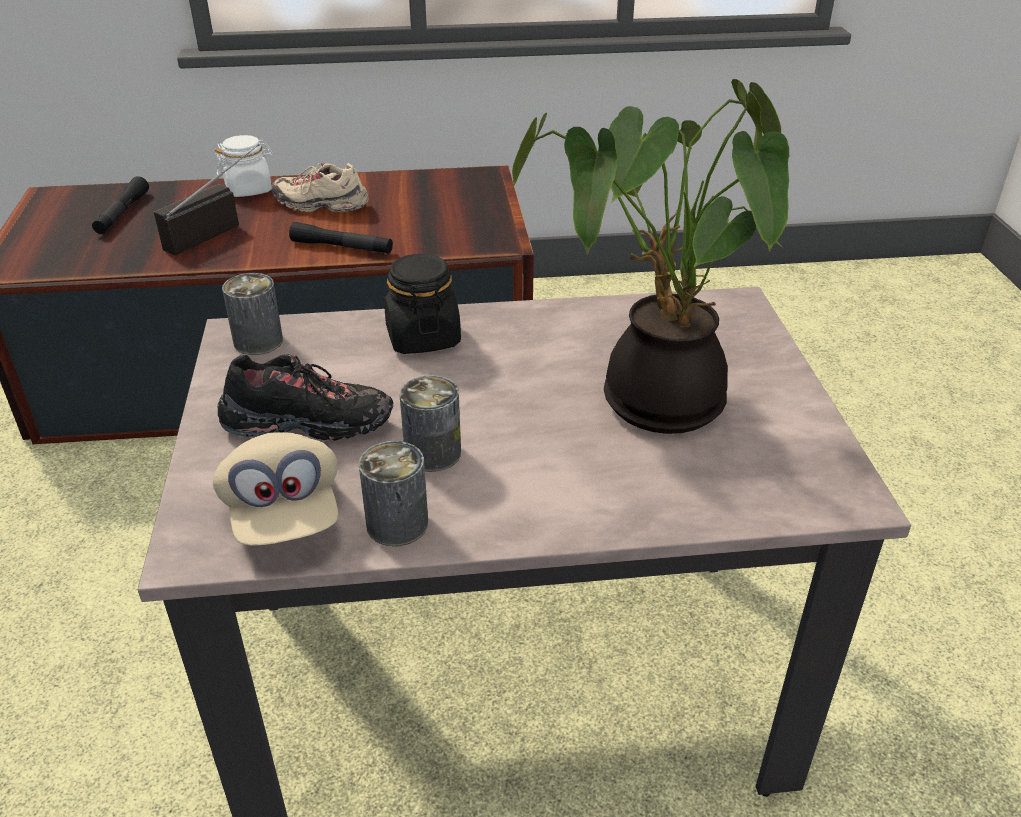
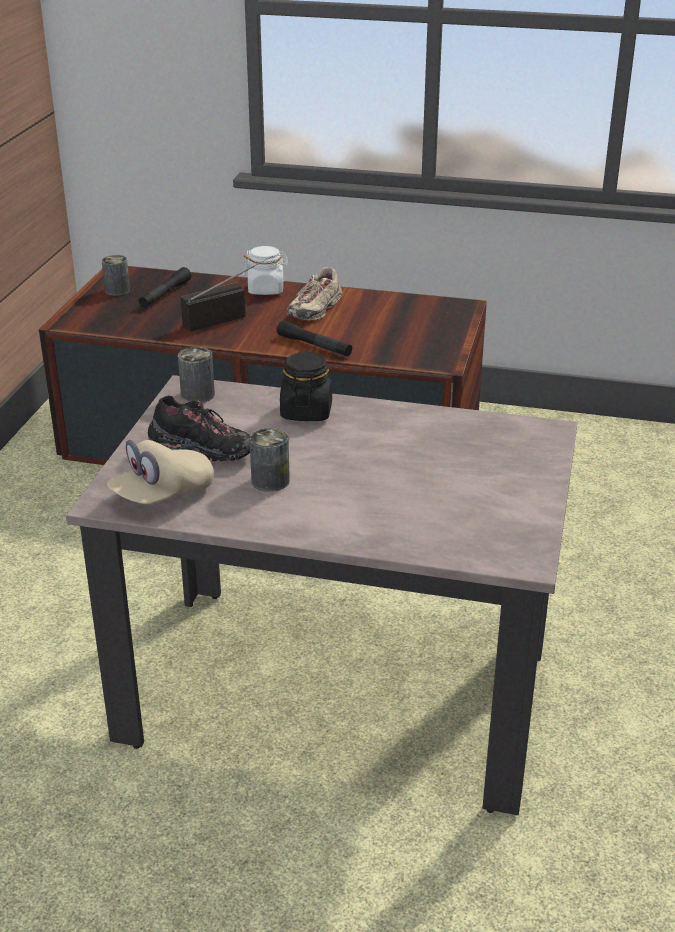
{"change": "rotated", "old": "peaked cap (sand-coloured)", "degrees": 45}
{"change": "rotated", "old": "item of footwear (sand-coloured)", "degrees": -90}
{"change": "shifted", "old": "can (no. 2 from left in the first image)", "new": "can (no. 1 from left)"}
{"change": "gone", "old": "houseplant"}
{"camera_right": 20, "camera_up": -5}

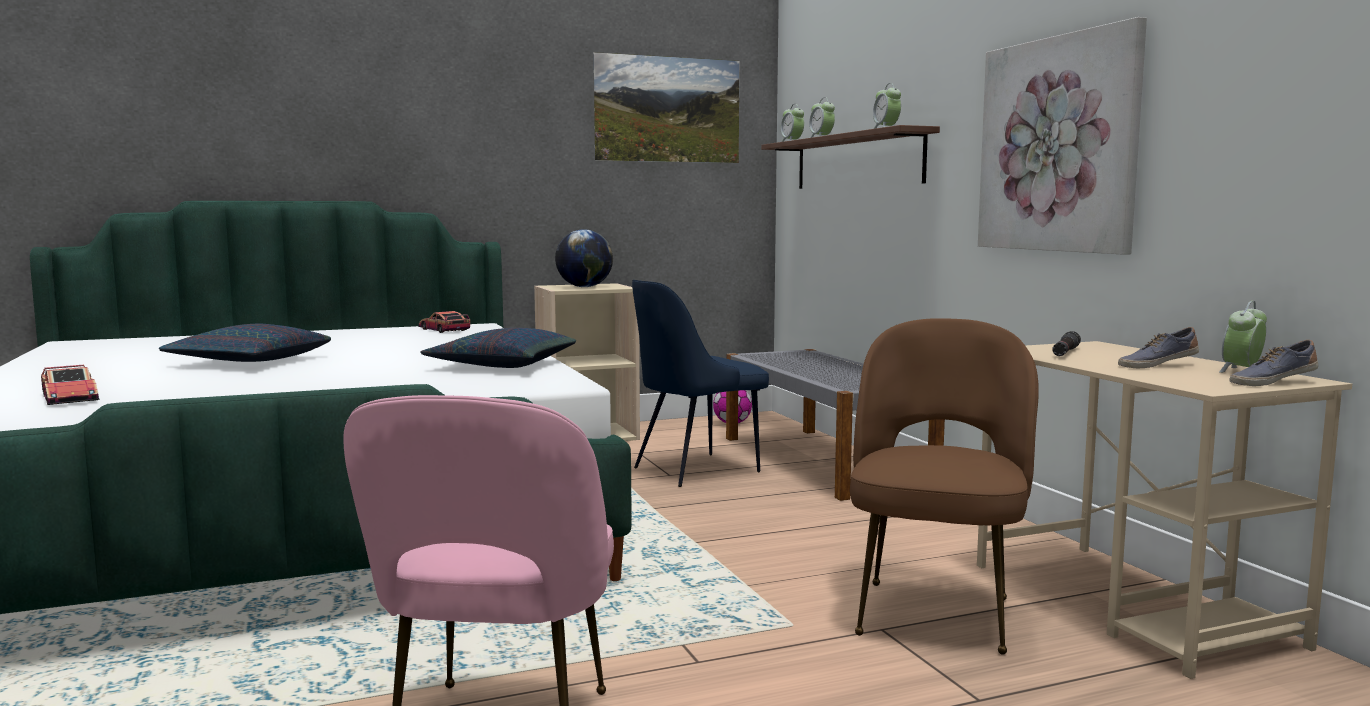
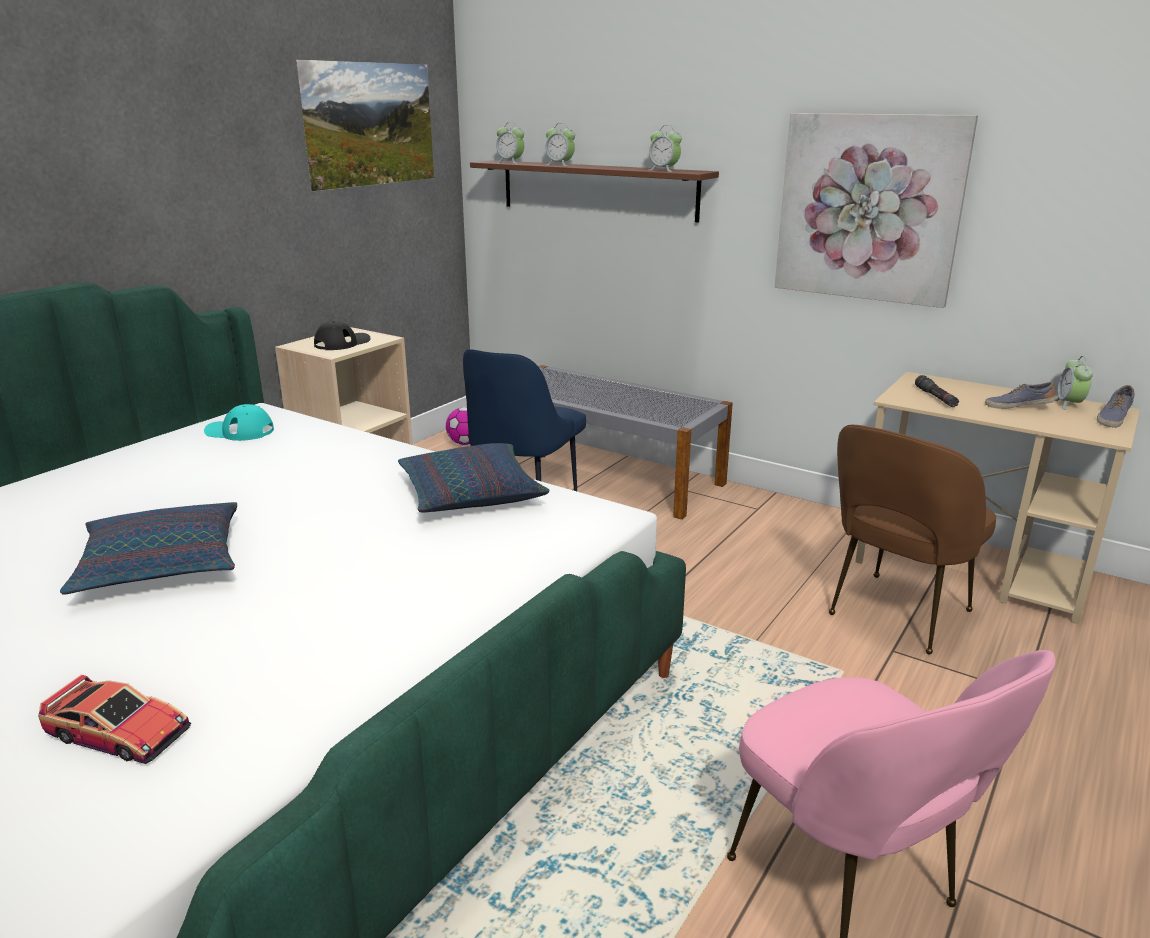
{"change": "swapped", "old": "miniature car (no. 2 from left)", "new": "peaked cap (blue-green)"}
{"change": "swapped", "old": "world globe", "new": "peaked cap (black-coloured)"}
{"change": "rotated", "old": "plain chair (brown)", "degrees": -120}
{"change": "rotated", "old": "item of footwear (no. 1 from left)", "degrees": 60}
{"camera_right": -35, "camera_up": 15}

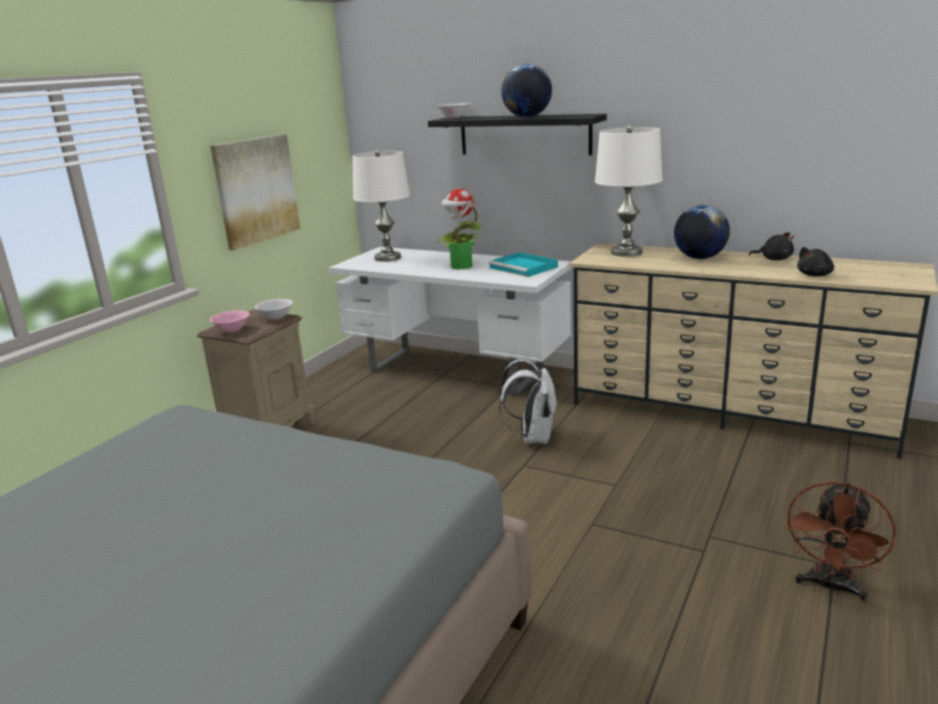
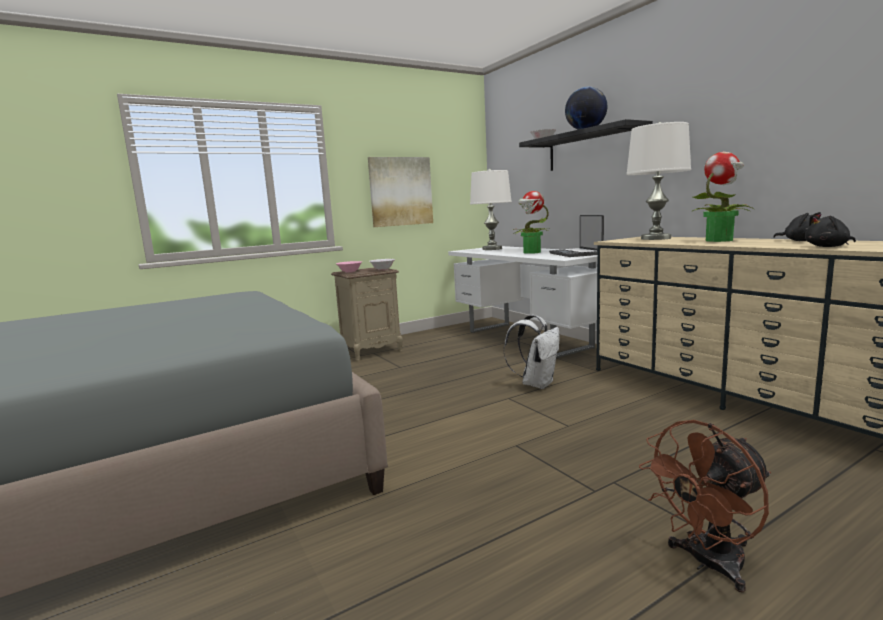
{"change": "swapped", "old": "tray (blue-green)", "new": "laptop"}
{"change": "swapped", "old": "world globe (no. 2 from left)", "new": "houseplant (no. 2 from left)"}
{"camera_right": 30, "camera_up": -10}

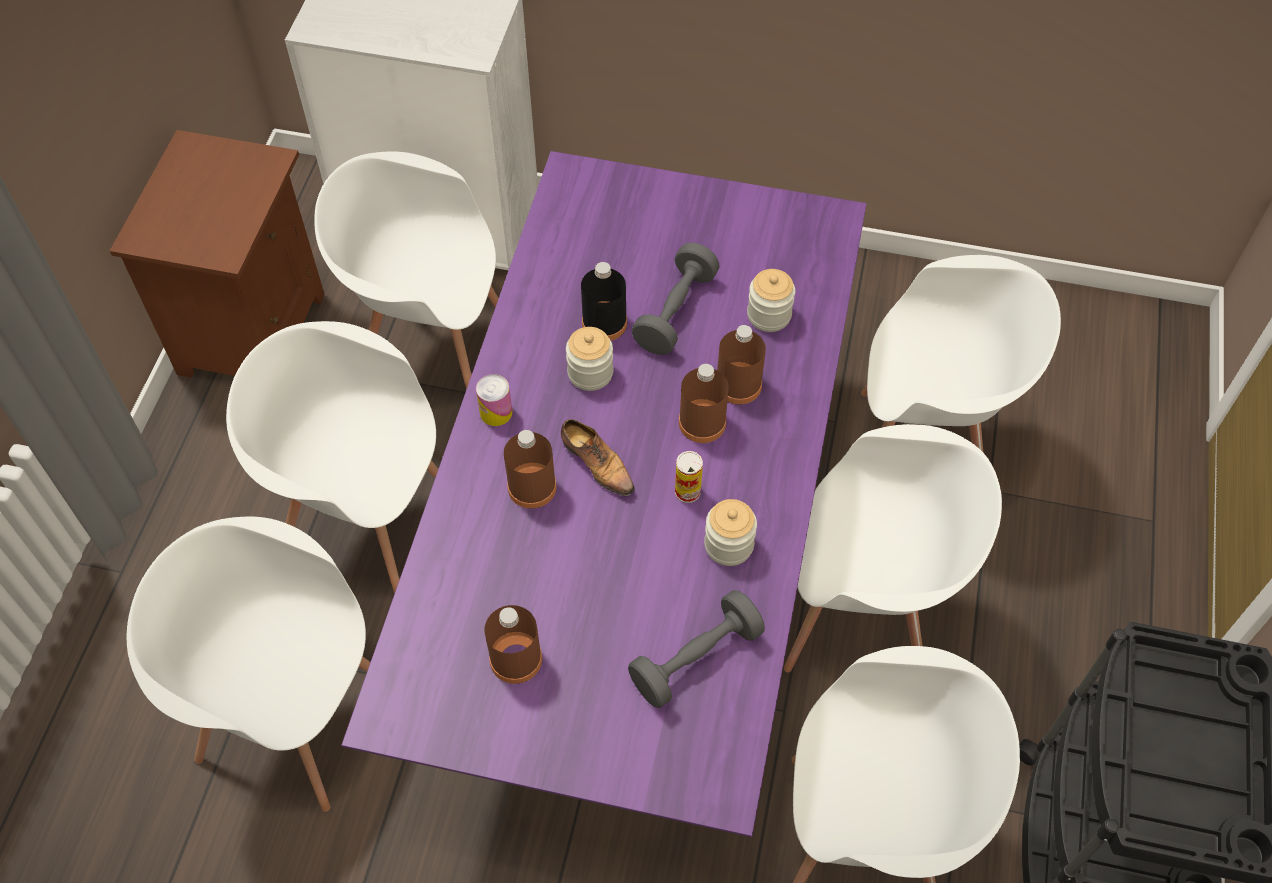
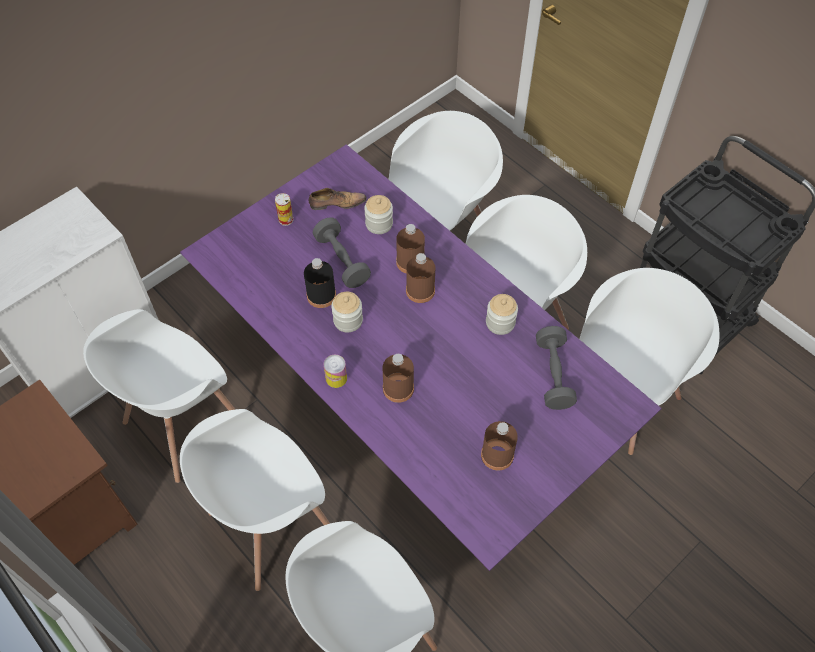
{"change": "shifted", "old": "item of footwear"}
{"change": "shifted", "old": "can (no. 2 from left in the first image)", "new": "can (no. 1 from left)"}
{"camera_right": -55, "camera_up": 0}

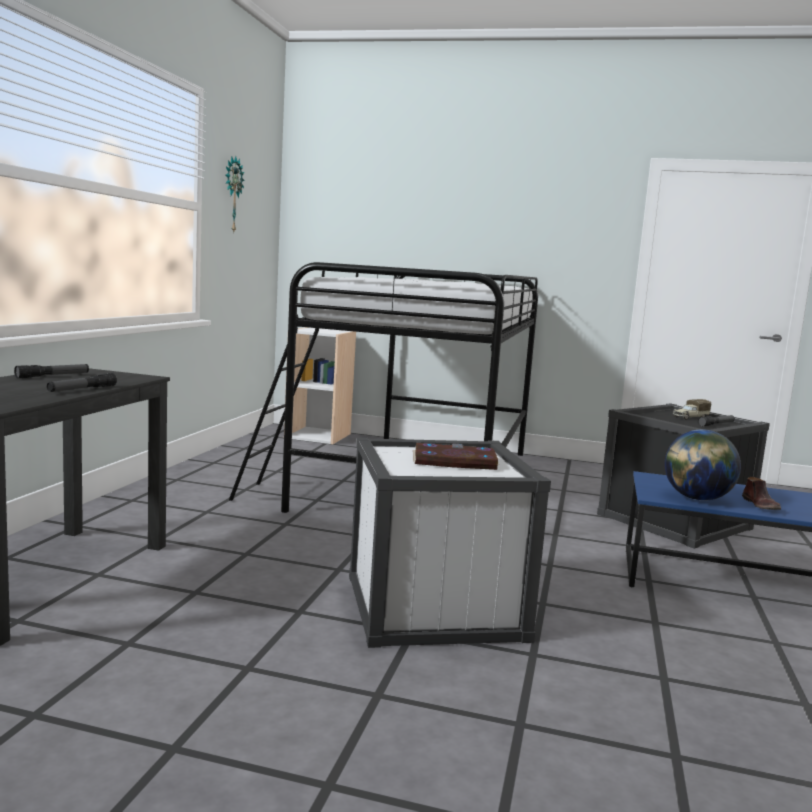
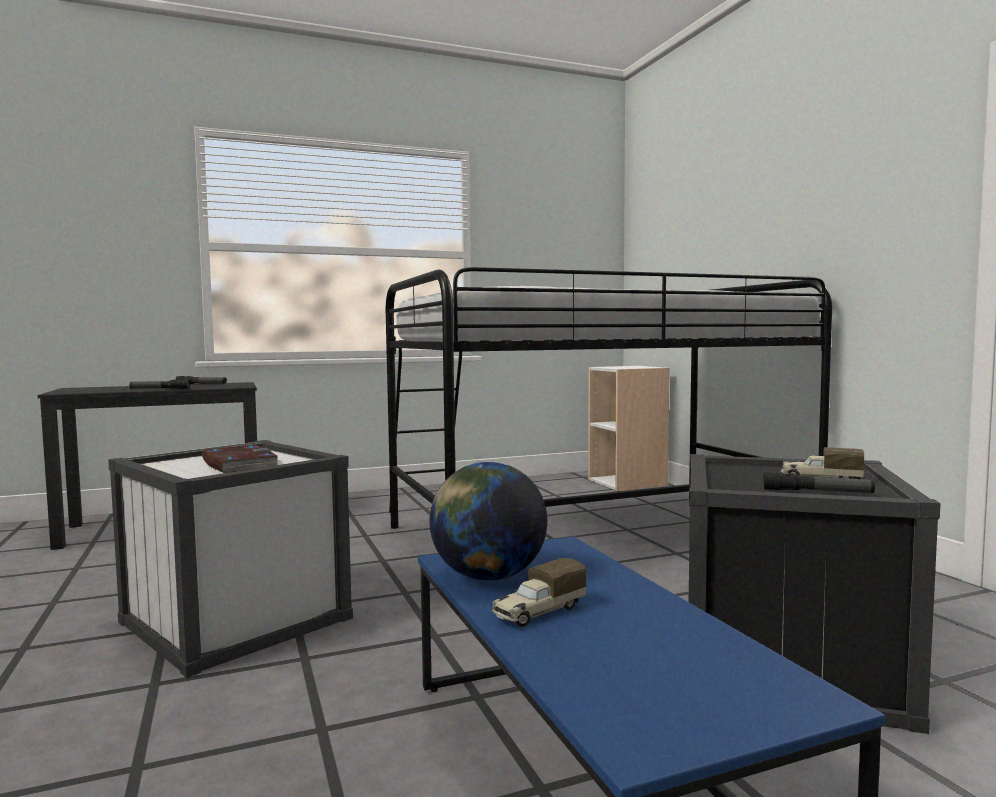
{"change": "gone", "old": "hanging clock"}
{"change": "swapped", "old": "item of footwear (brown)", "new": "model truck (no. 1 from left)"}
{"camera_right": 55, "camera_up": -5}

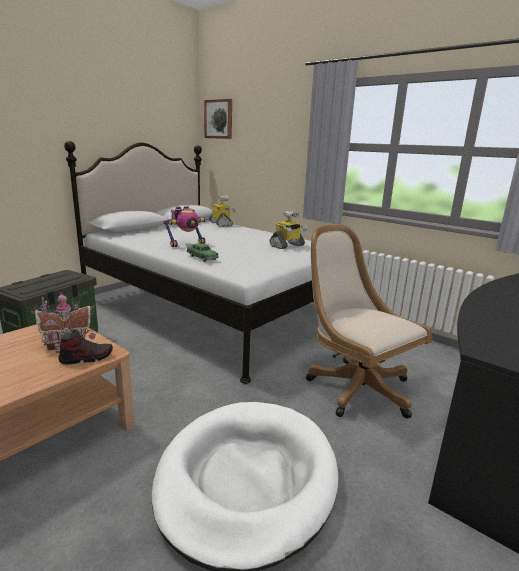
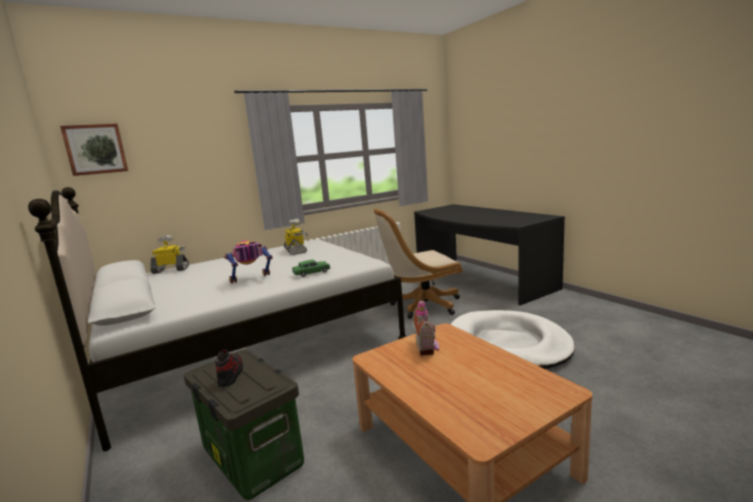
{"change": "shifted", "old": "item of footwear"}
{"change": "rotated", "old": "robot figure (no. 1 from left in the first image)", "degrees": -105}
{"camera_right": -70, "camera_up": -5}

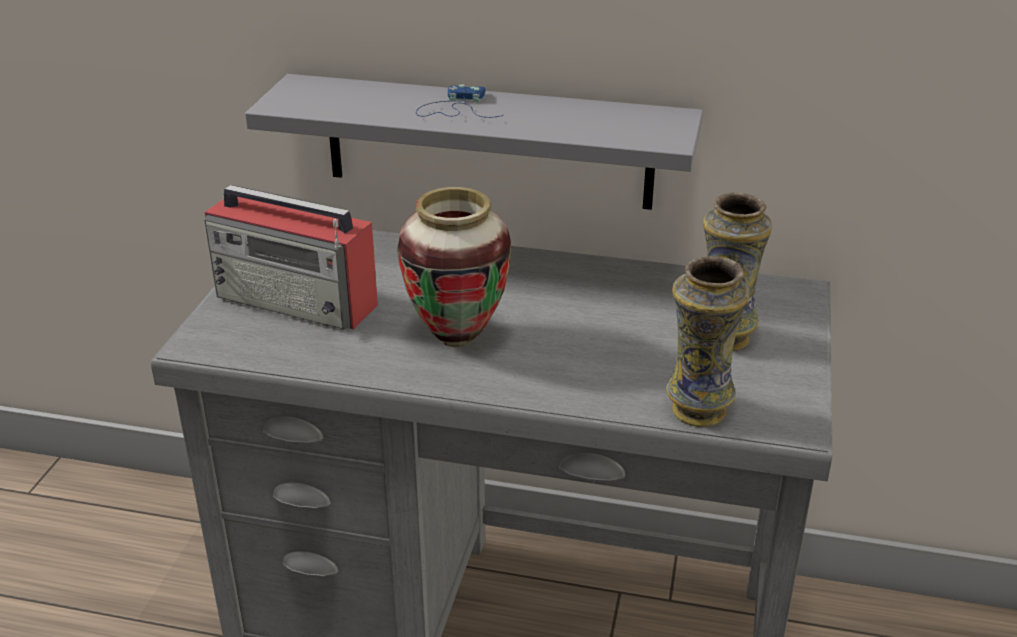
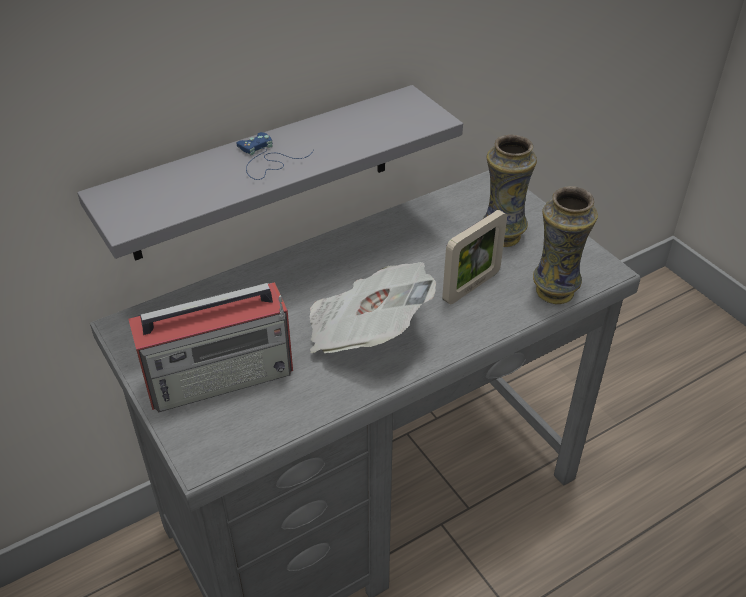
{"change": "swapped", "old": "vase (no. 1 from left)", "new": "newspaper"}
{"change": "new", "new": "photo frame"}
{"camera_right": -45, "camera_up": 10}

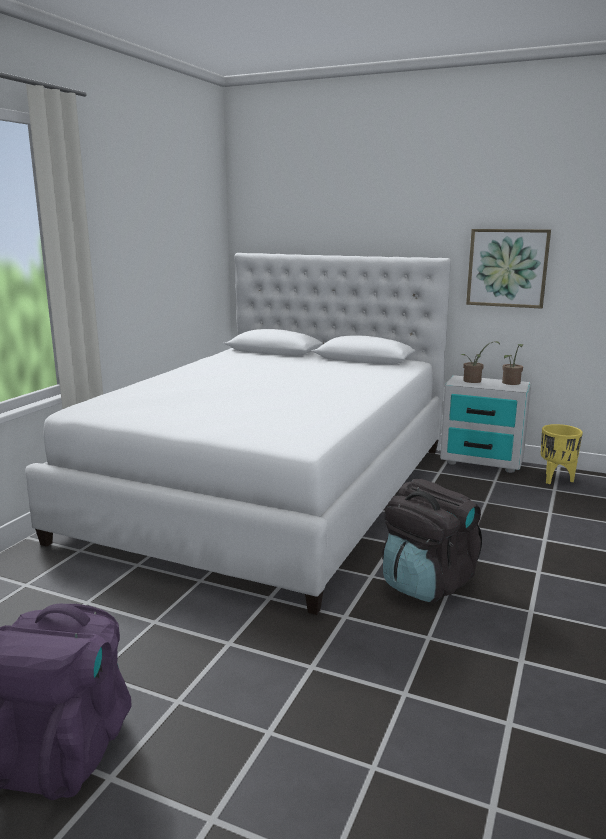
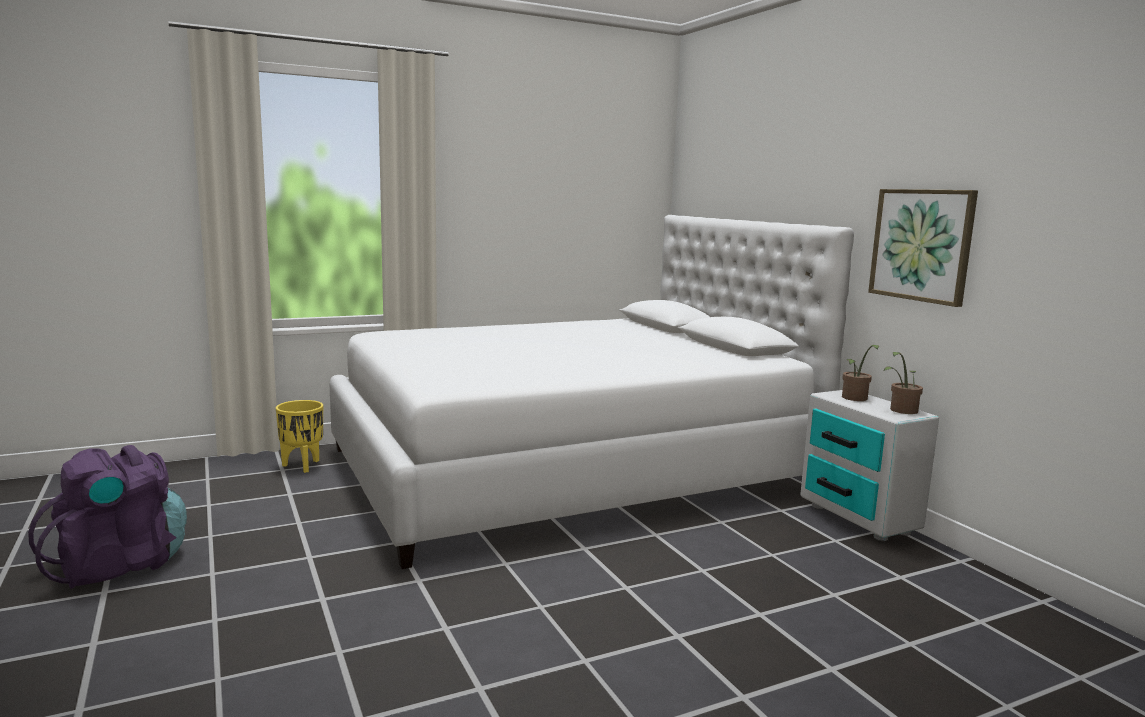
{"change": "gone", "old": "rucksack (black-coloured)"}
{"change": "shifted", "old": "planter (yellow-coloured)"}
{"camera_right": 40, "camera_up": -5}

